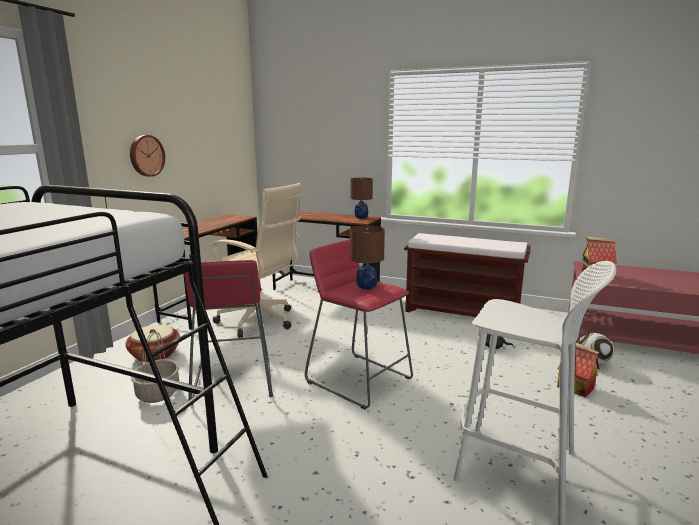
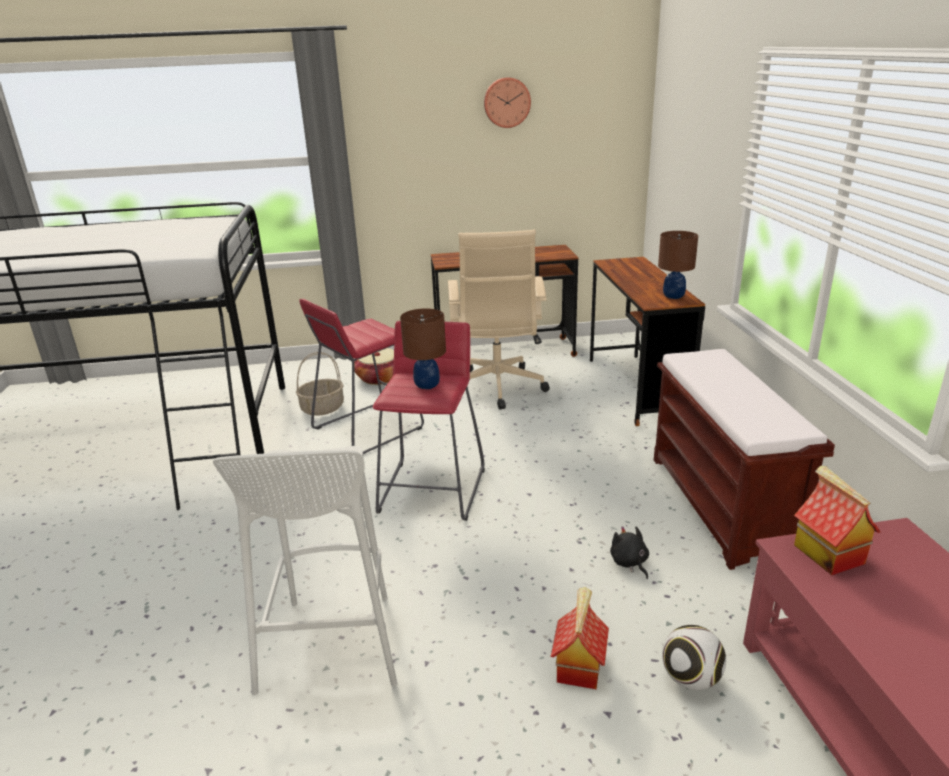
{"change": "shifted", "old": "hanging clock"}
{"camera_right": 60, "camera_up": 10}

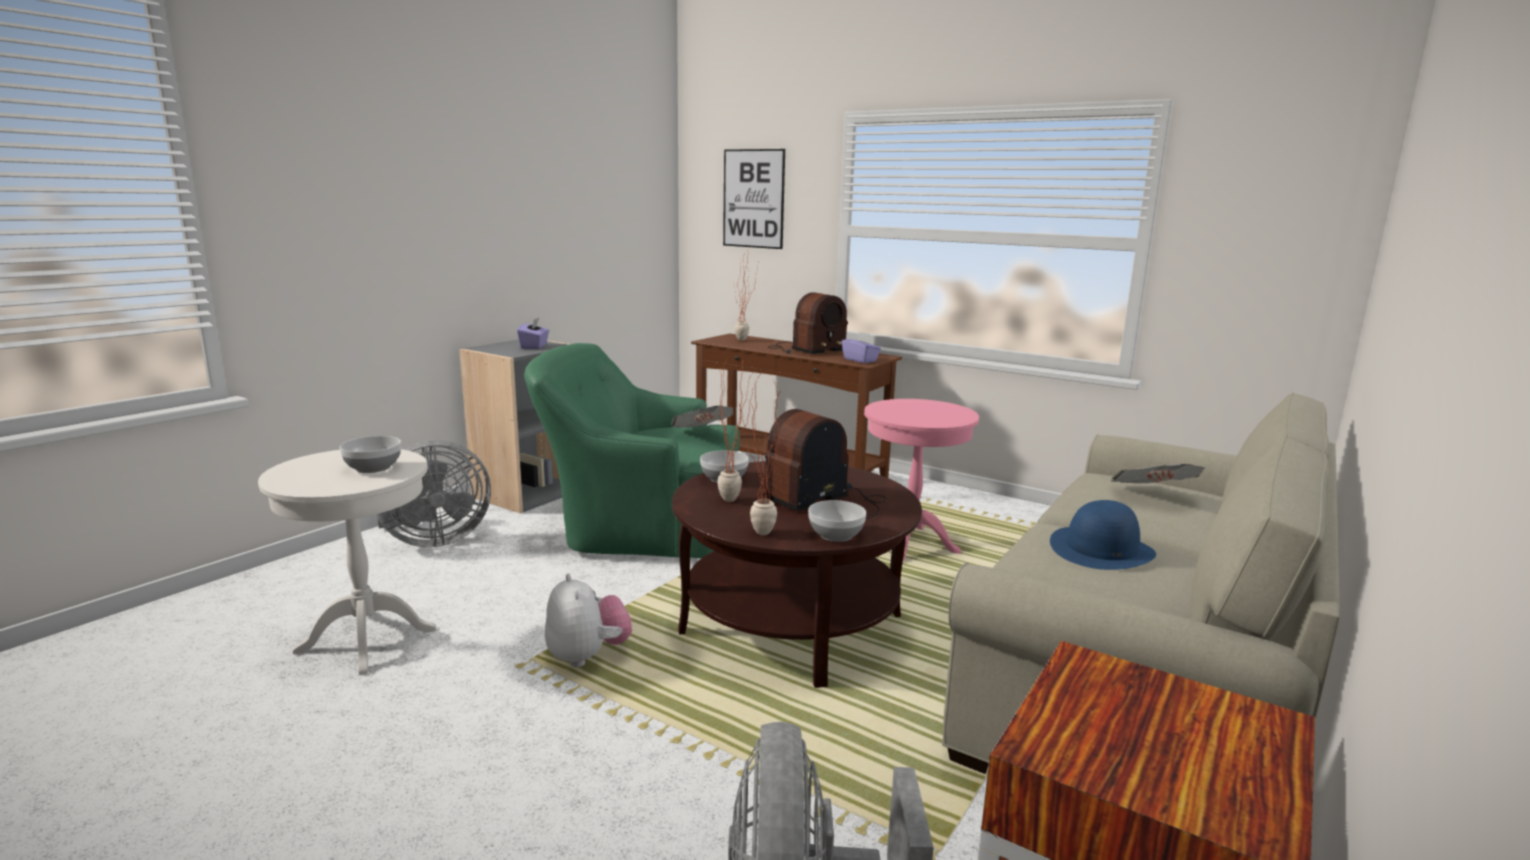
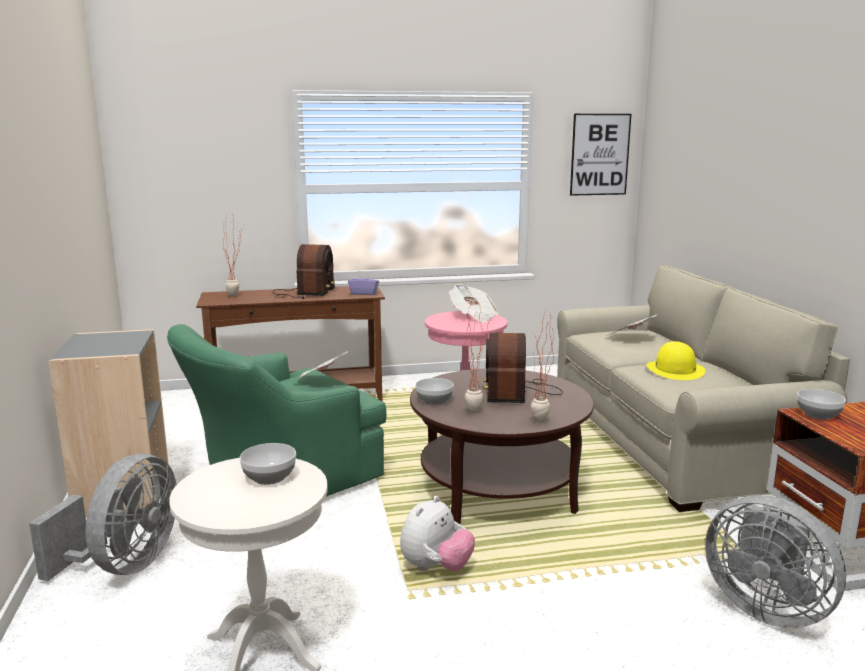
{"change": "gone", "old": "tissue holder (purple) (no. 1 from left)"}
{"change": "rotated", "old": "plush toy", "degrees": 105}
{"change": "shifted", "old": "wall art"}
{"change": "shifted", "old": "bowl (no. 3 from left)"}
{"change": "repainted", "old": "hat (bluish)", "new": "hat (yellow-coloured)"}
{"change": "new", "new": "newspaper (no. 2 from left)"}
{"camera_right": -45, "camera_up": 0}

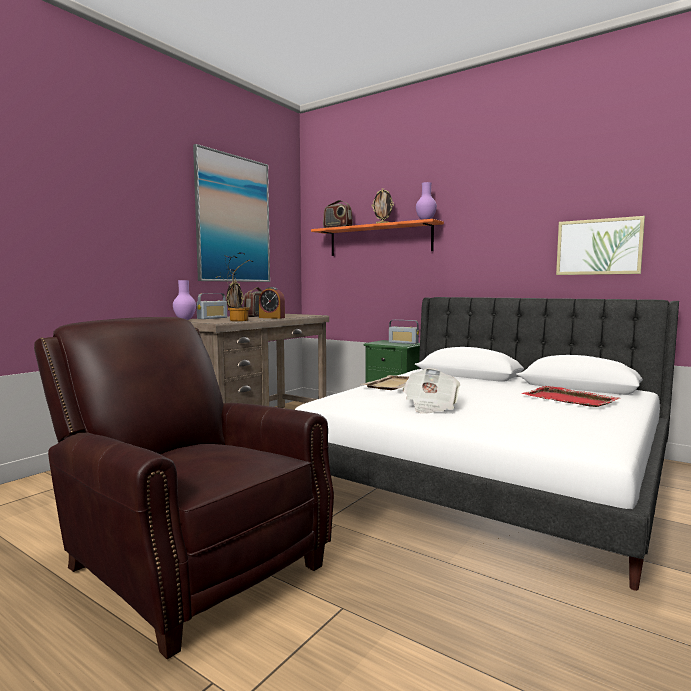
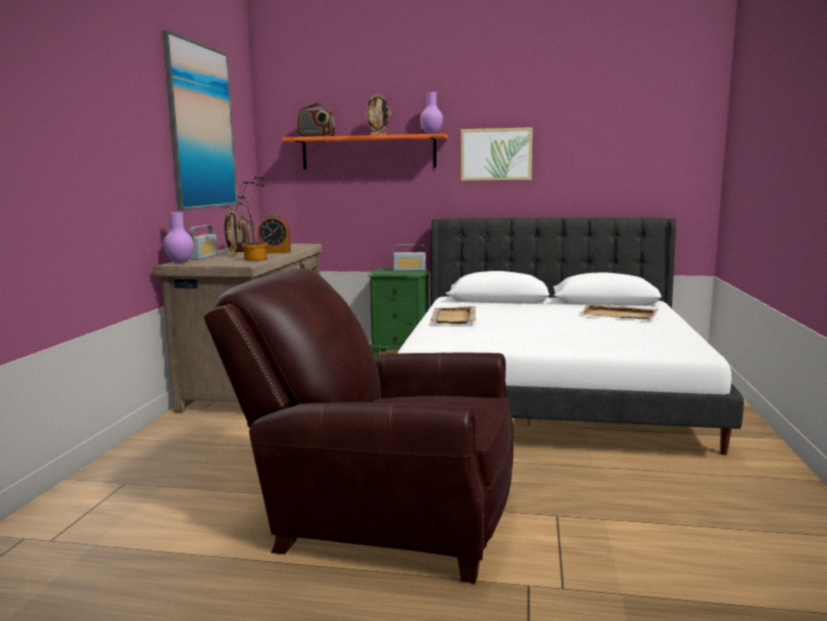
{"change": "gone", "old": "newspaper"}
{"change": "repainted", "old": "tray (reddish)", "new": "tray (sand-coloured) (no. 2 from left)"}
{"change": "shifted", "old": "wall art (no. 2 from left)"}
{"camera_right": -25, "camera_up": 5}

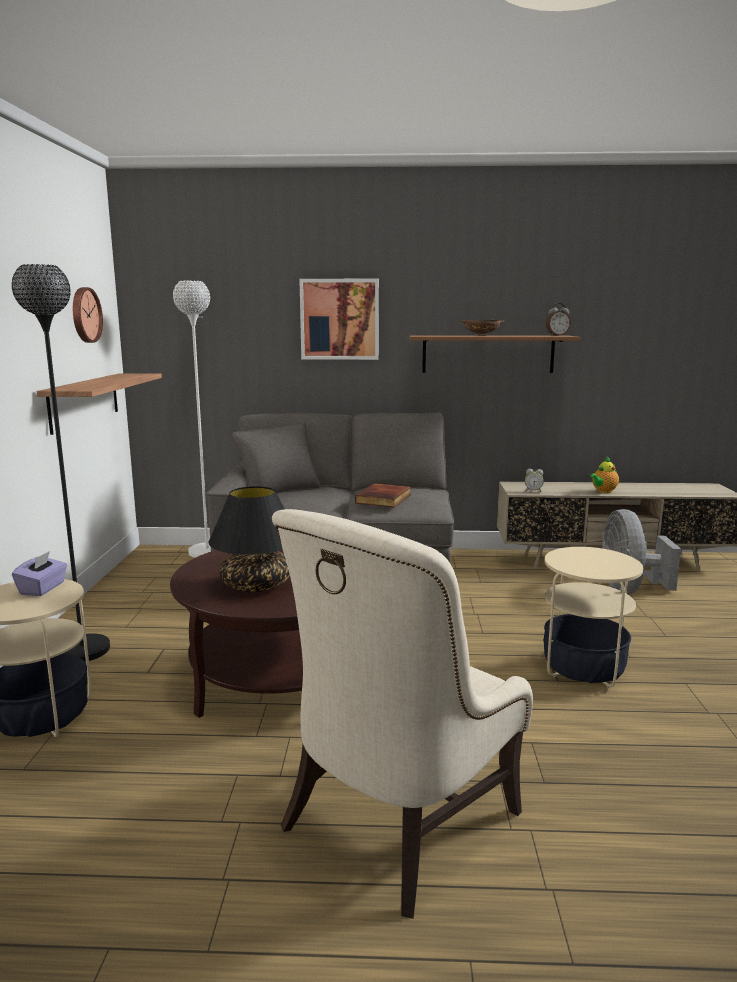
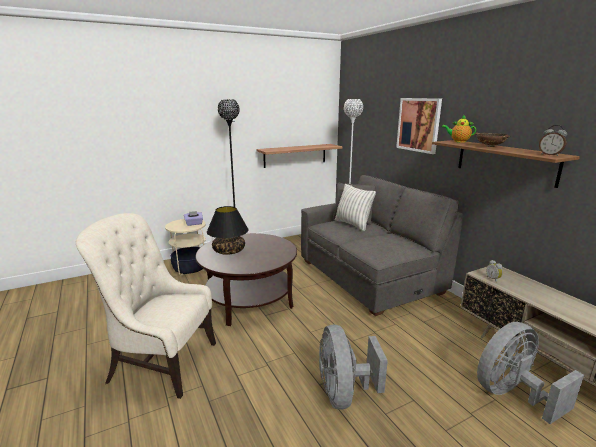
{"change": "gone", "old": "hanging clock"}
{"change": "gone", "old": "book"}
{"change": "swapped", "old": "accent table (sand-coloured) (no. 2 from left)", "new": "electric fan (gray) (no. 1 from left)"}
{"change": "shifted", "old": "tea pot"}
{"change": "new", "new": "pillow"}
{"camera_right": 60, "camera_up": 5}

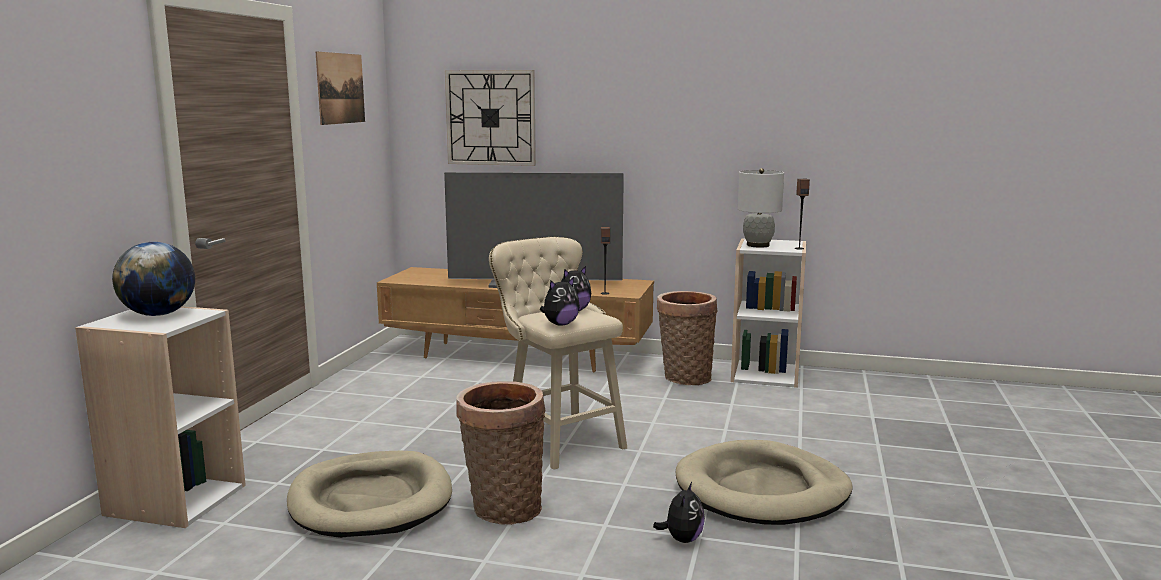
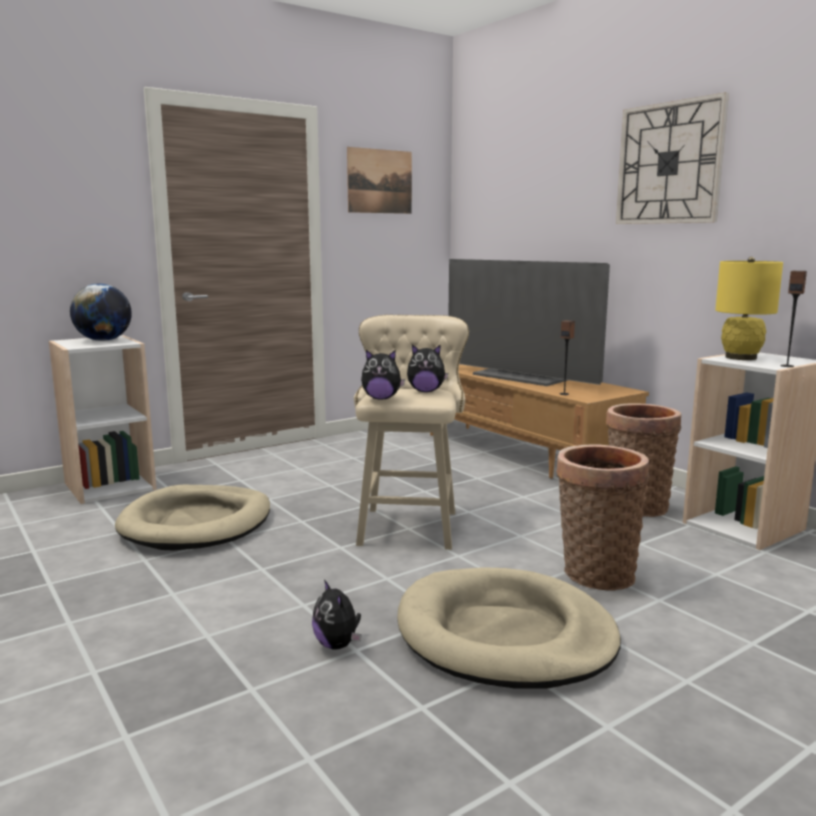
{"change": "shifted", "old": "hanging clock"}
{"change": "shifted", "old": "storage basket (no. 1 from left)"}
{"change": "rotated", "old": "plush toy (no. 3 from left in the first image)", "degrees": 90}
{"change": "repainted", "old": "tabletop lamp (white-coloured)", "new": "tabletop lamp (yellow-coloured)"}
{"camera_right": 40, "camera_up": 0}

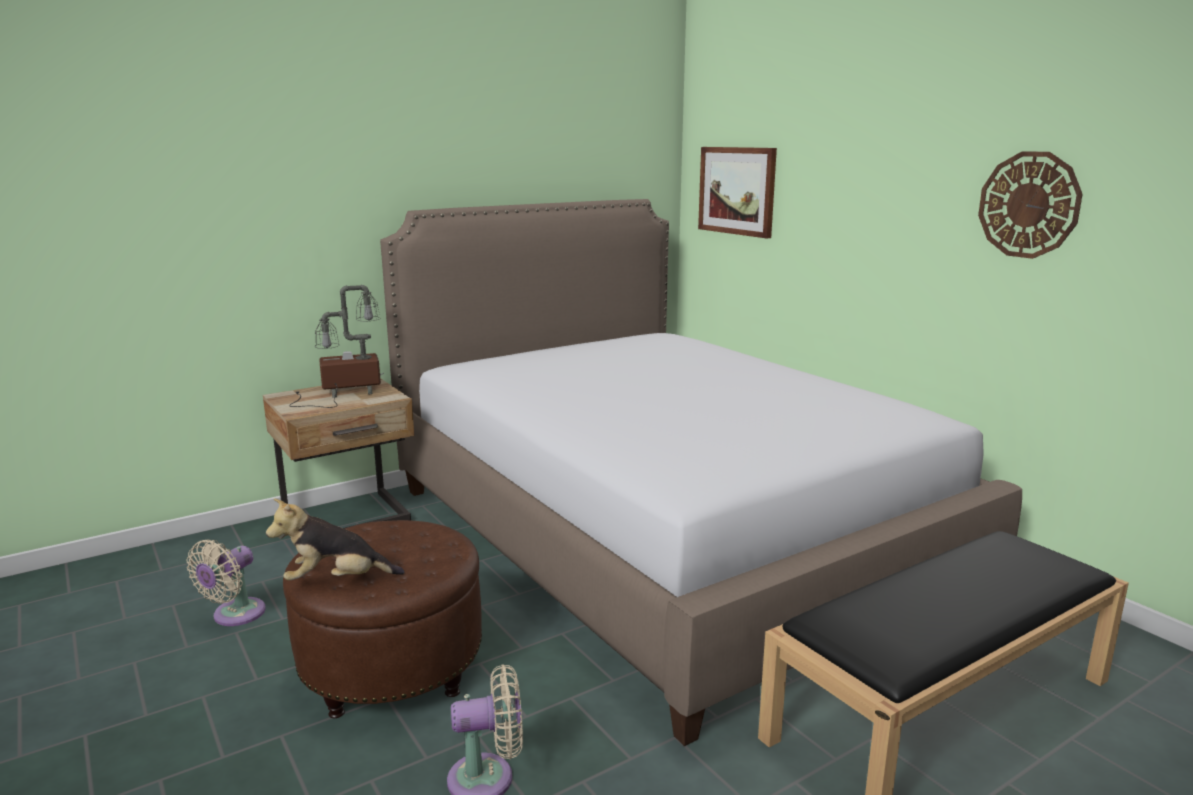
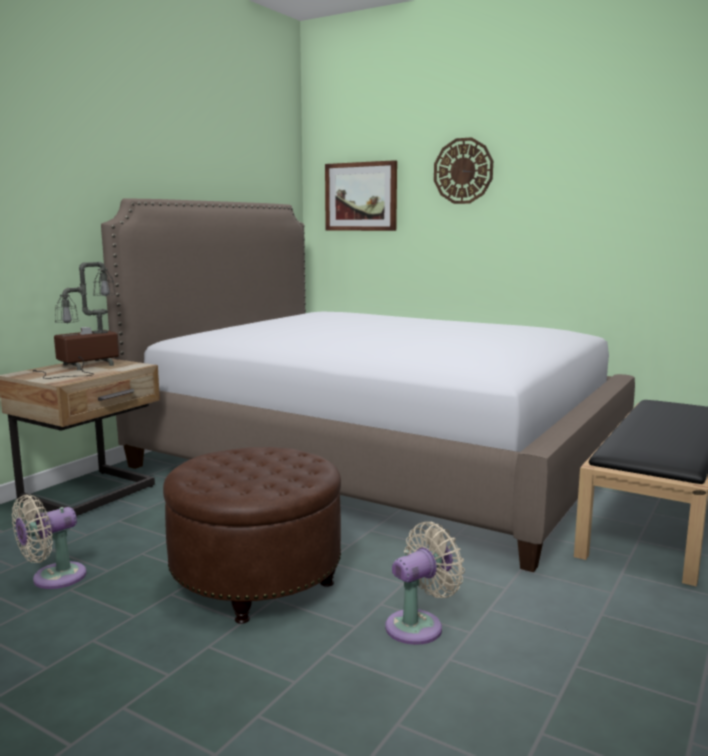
{"change": "rotated", "old": "electric fan (sand-coloured) (no. 1 from left)", "degrees": 45}
{"change": "gone", "old": "plush toy"}
{"change": "shifted", "old": "hanging clock"}
{"camera_right": -25, "camera_up": -5}

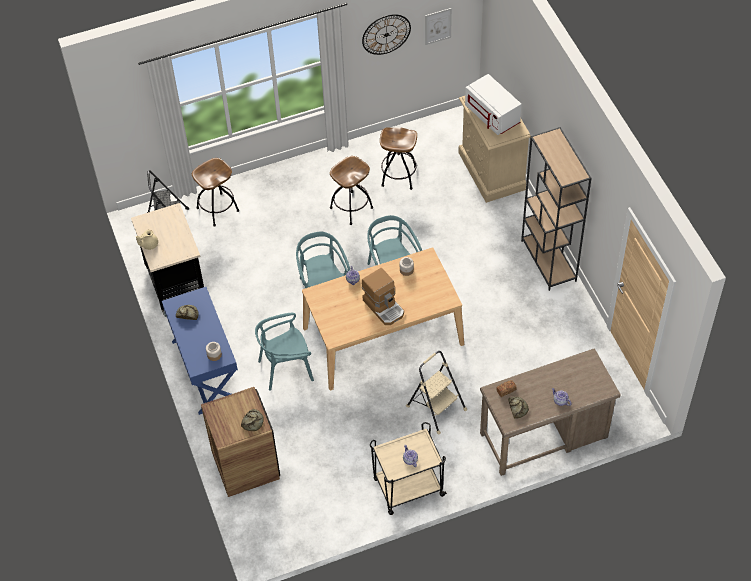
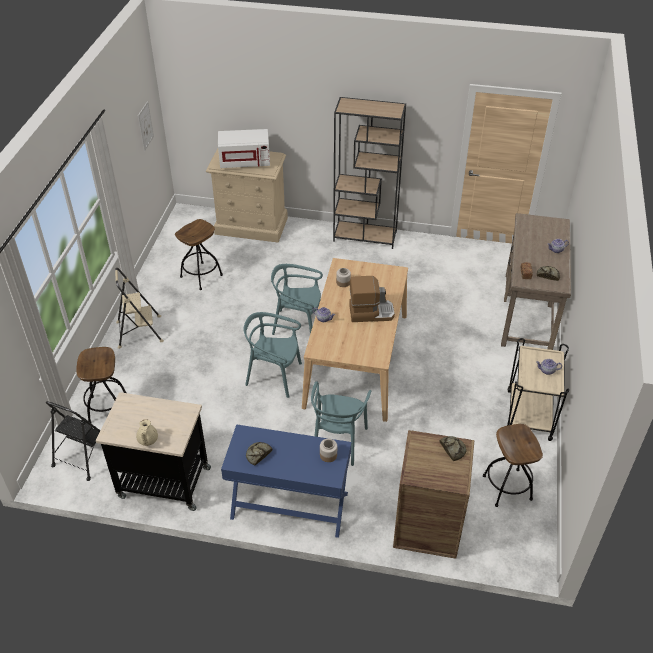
{"change": "shifted", "old": "sitting stool (brown) (no. 2 from left in the first image)", "new": "sitting stool (brown) (no. 3 from left)"}
{"change": "gone", "old": "hanging clock"}
{"change": "shifted", "old": "step ladder (sand-coloured)"}
{"camera_right": -60, "camera_up": -10}

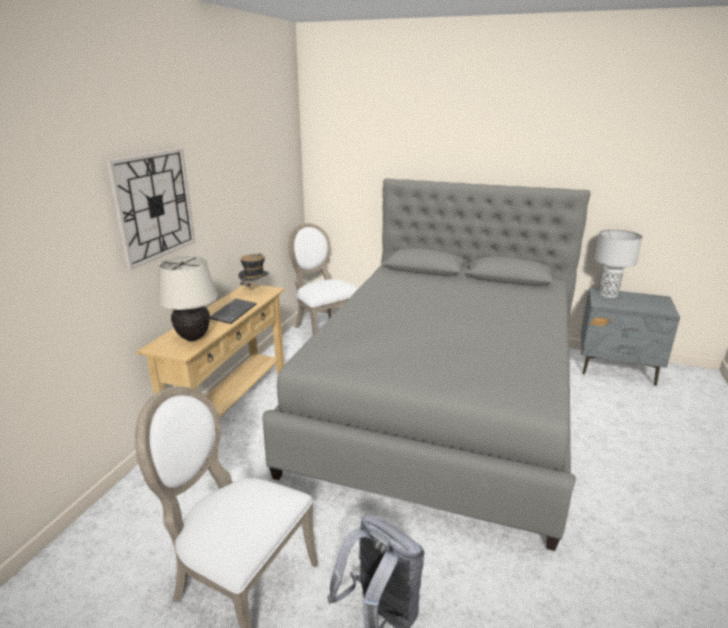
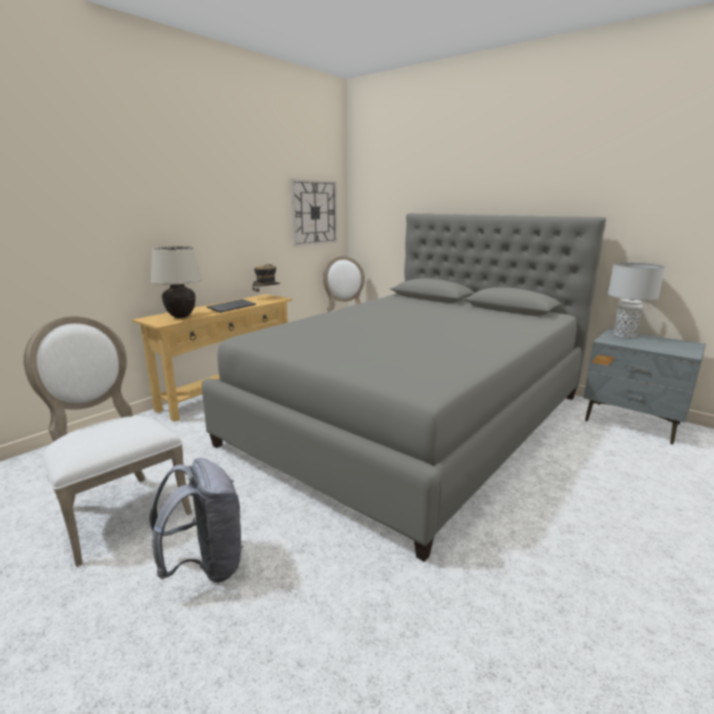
{"change": "shifted", "old": "hanging clock"}
{"camera_right": 20, "camera_up": -5}

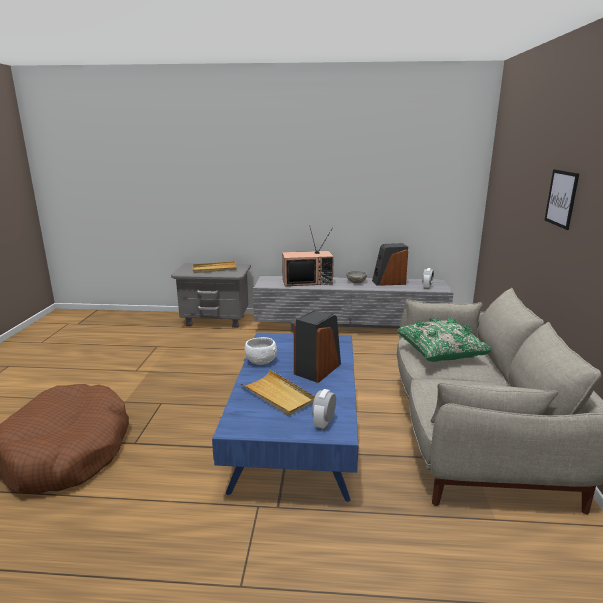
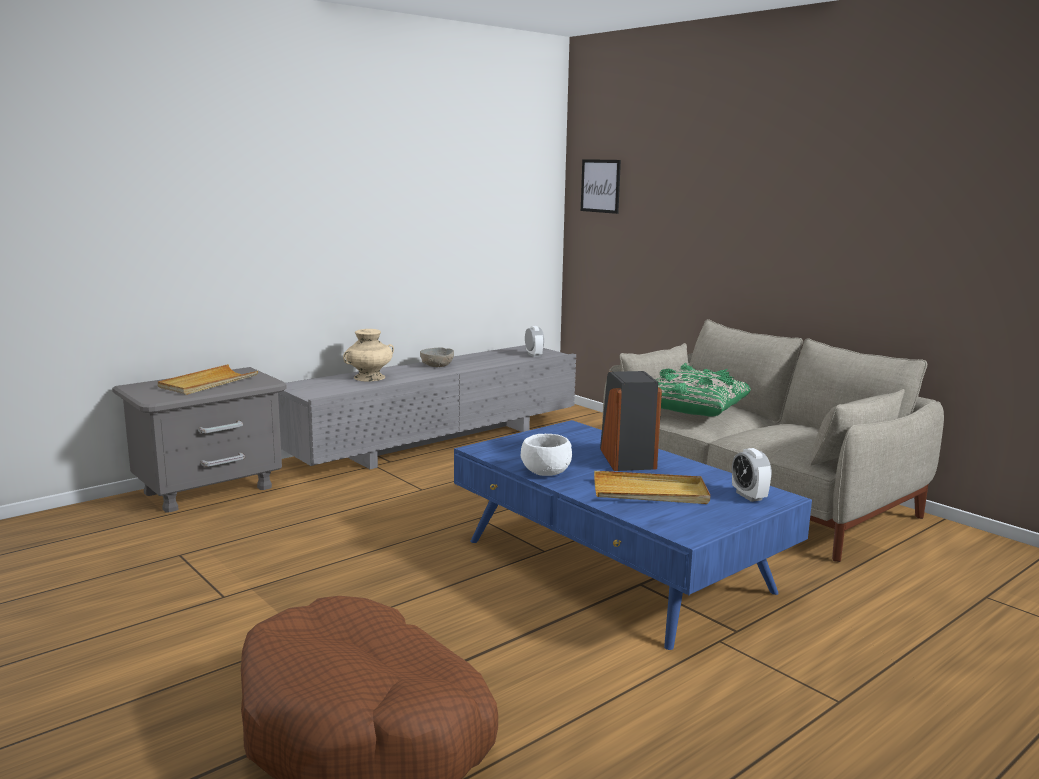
{"change": "swapped", "old": "television", "new": "vase (sand-coloured)"}
{"change": "gone", "old": "loudspeaker (no. 2 from left)"}
{"change": "shifted", "old": "wall art"}
{"camera_right": -45, "camera_up": -5}

